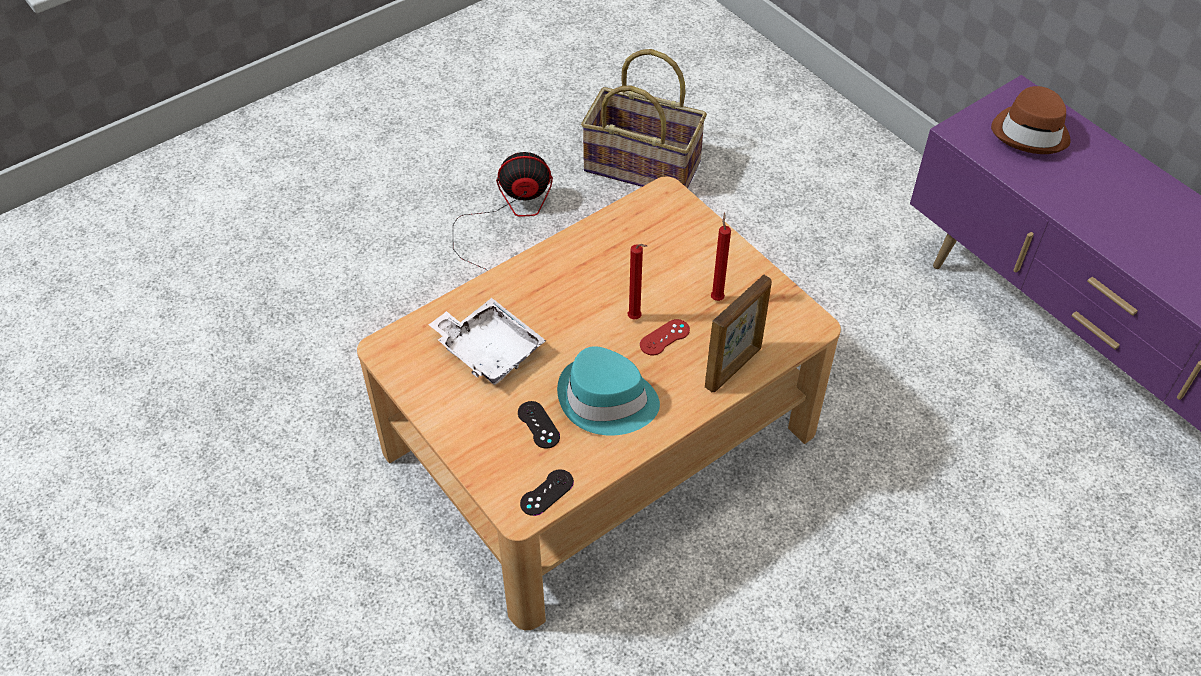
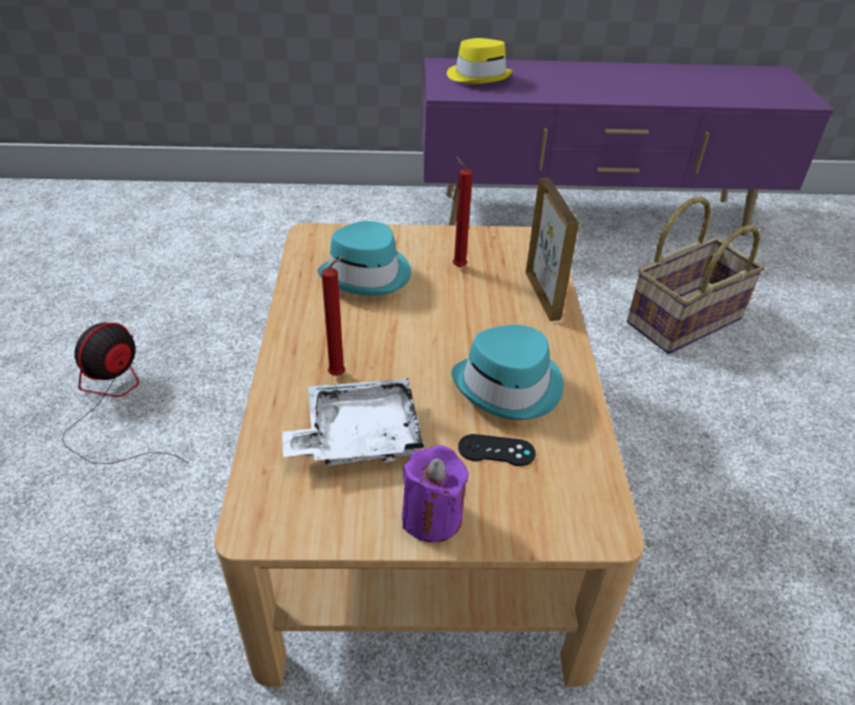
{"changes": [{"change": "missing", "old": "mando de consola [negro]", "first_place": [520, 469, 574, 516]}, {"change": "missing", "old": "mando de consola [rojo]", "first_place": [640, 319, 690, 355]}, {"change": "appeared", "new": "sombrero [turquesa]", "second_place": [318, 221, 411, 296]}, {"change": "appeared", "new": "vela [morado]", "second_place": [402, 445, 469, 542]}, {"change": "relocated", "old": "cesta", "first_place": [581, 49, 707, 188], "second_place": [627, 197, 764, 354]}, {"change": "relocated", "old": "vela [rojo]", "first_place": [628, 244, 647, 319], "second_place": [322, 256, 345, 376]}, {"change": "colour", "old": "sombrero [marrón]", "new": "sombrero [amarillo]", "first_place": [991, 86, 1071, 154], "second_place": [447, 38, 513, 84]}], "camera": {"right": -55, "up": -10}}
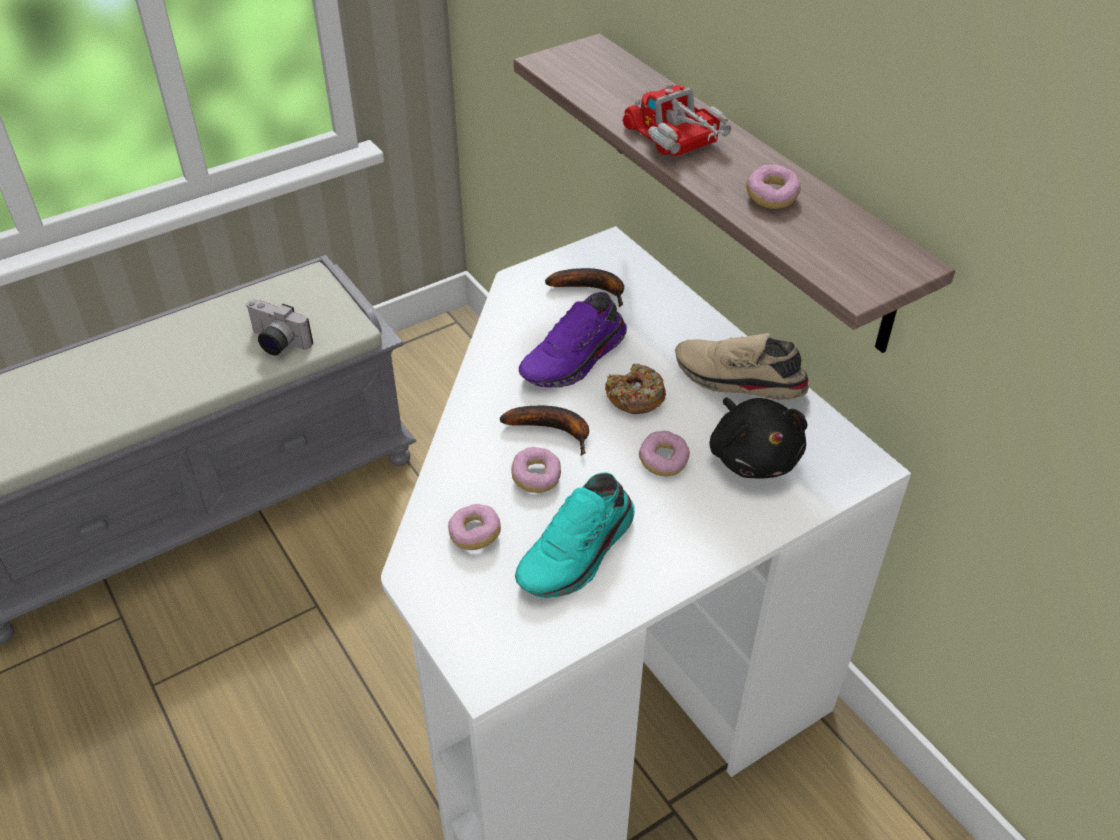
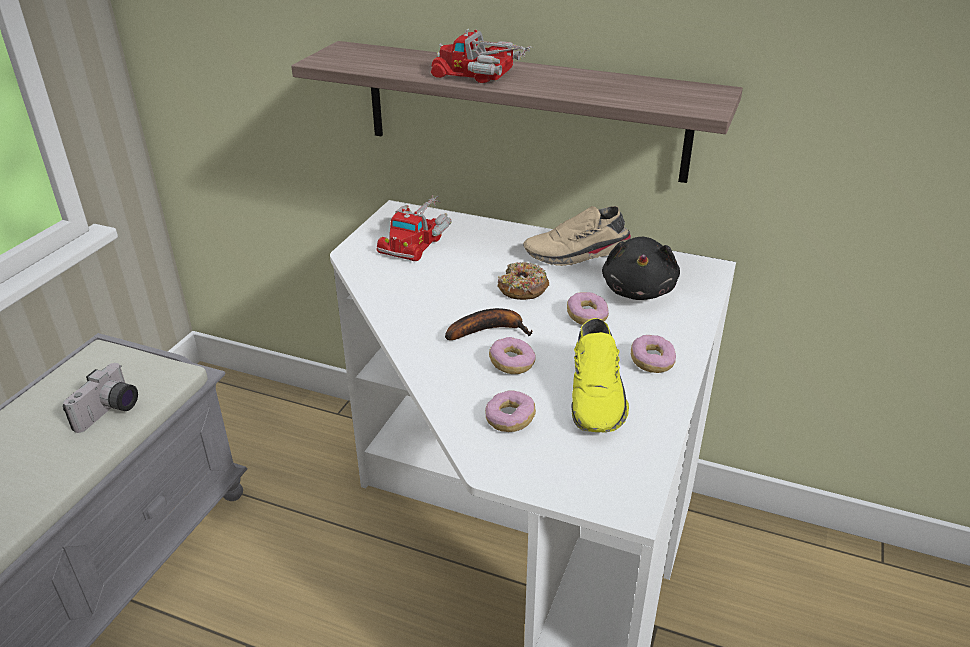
{"changes": [{"change": "missing", "old": "zapato [morado]", "first_place": [519, 292, 627, 388]}, {"change": "relocated", "old": "rosquilla", "first_place": [746, 165, 801, 209], "second_place": [631, 335, 676, 373]}, {"change": "exchanged", "old": "plátano", "new": "camión de juguete", "first_place": [545, 268, 624, 307], "second_place": [376, 195, 452, 261]}, {"change": "colour", "old": "zapato [turquesa]", "new": "zapato [amarillo]", "first_place": [515, 472, 635, 598], "second_place": [571, 318, 629, 432]}, {"change": "spun", "old": "cámara", "first_place": [246, 299, 313, 356], "second_place": [63, 363, 138, 433], "degrees": -60}, {"change": "spun", "old": "peluche [negro]", "first_place": [709, 398, 808, 479], "second_place": [602, 237, 680, 300], "degrees": 60}], "camera": {"right": -35, "up": -10}}
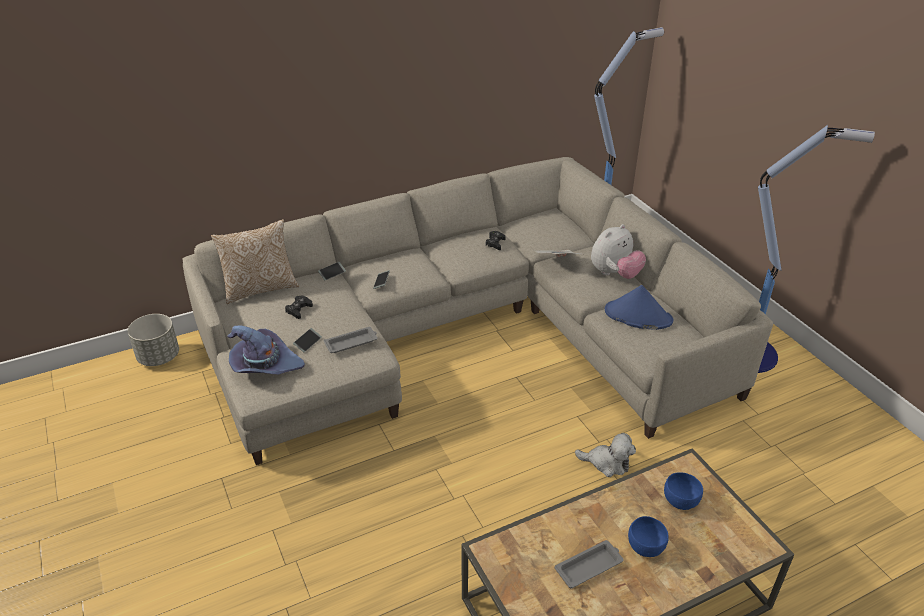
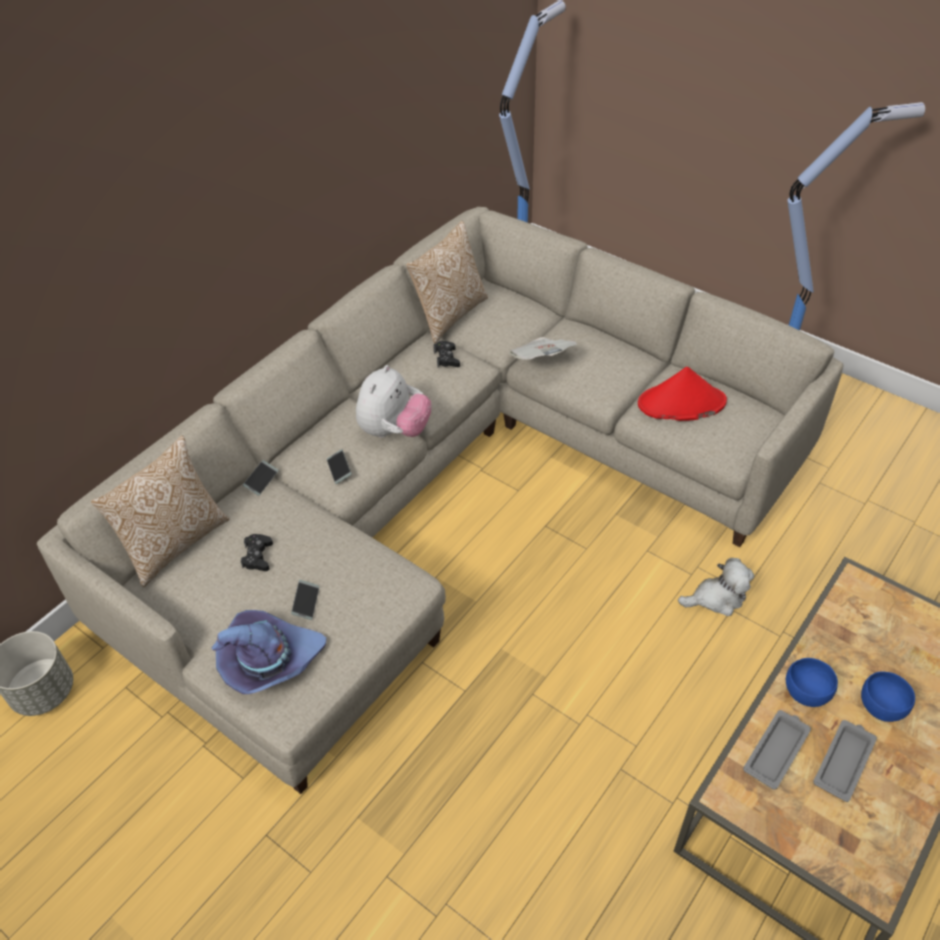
{"changes": [{"change": "appeared", "new": "cojín", "second_place": [406, 221, 488, 343]}, {"change": "relocated", "old": "bandeja [gris]", "first_place": [324, 327, 378, 353], "second_place": [743, 710, 811, 790]}, {"change": "relocated", "old": "peluche", "first_place": [591, 224, 646, 279], "second_place": [356, 365, 432, 438]}, {"change": "relocated", "old": "cuenco [azul]", "first_place": [664, 472, 703, 510], "second_place": [786, 658, 838, 707]}, {"change": "colour", "old": "sombrero [azul]", "new": "sombrero [rojo]", "first_place": [605, 285, 673, 330], "second_place": [638, 367, 727, 421]}], "camera": {"right": -25, "up": 10}}
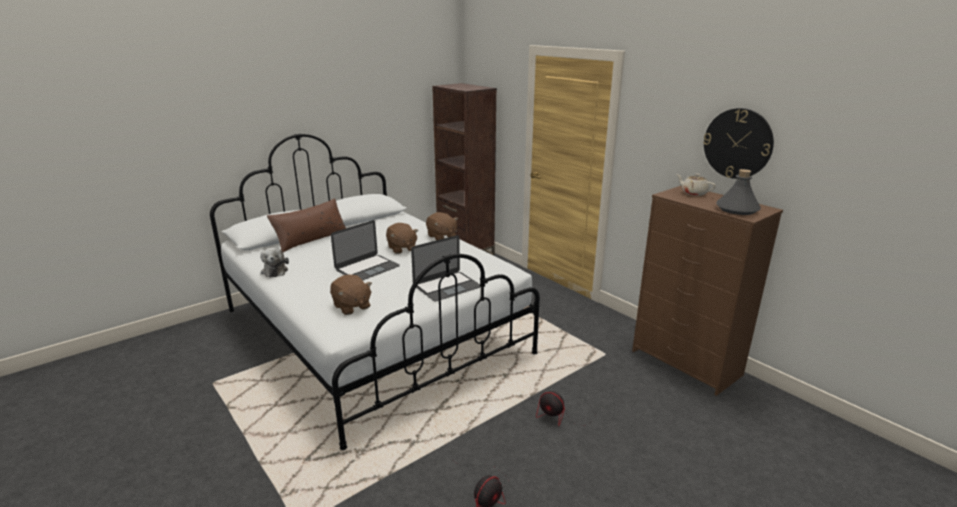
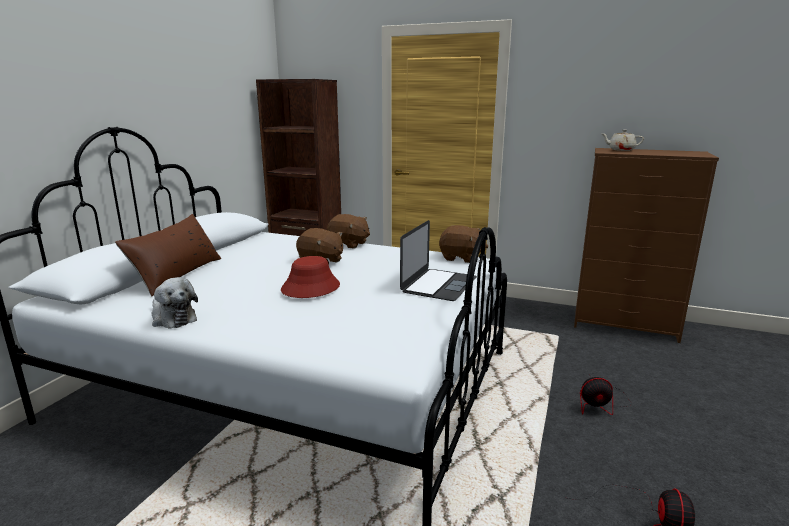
{"changes": [{"change": "missing", "old": "reloj de pared", "first_place": [703, 108, 774, 179]}, {"change": "missing", "old": "botella [gris]", "first_place": [716, 169, 761, 215]}, {"change": "relocated", "old": "peluche [marrón]", "first_place": [330, 275, 372, 315], "second_place": [439, 225, 489, 263]}, {"change": "exchanged", "old": "portátil", "new": "sombrero [rojo]", "first_place": [331, 220, 400, 280], "second_place": [281, 256, 340, 298]}], "camera": {"right": -30, "up": -5}}
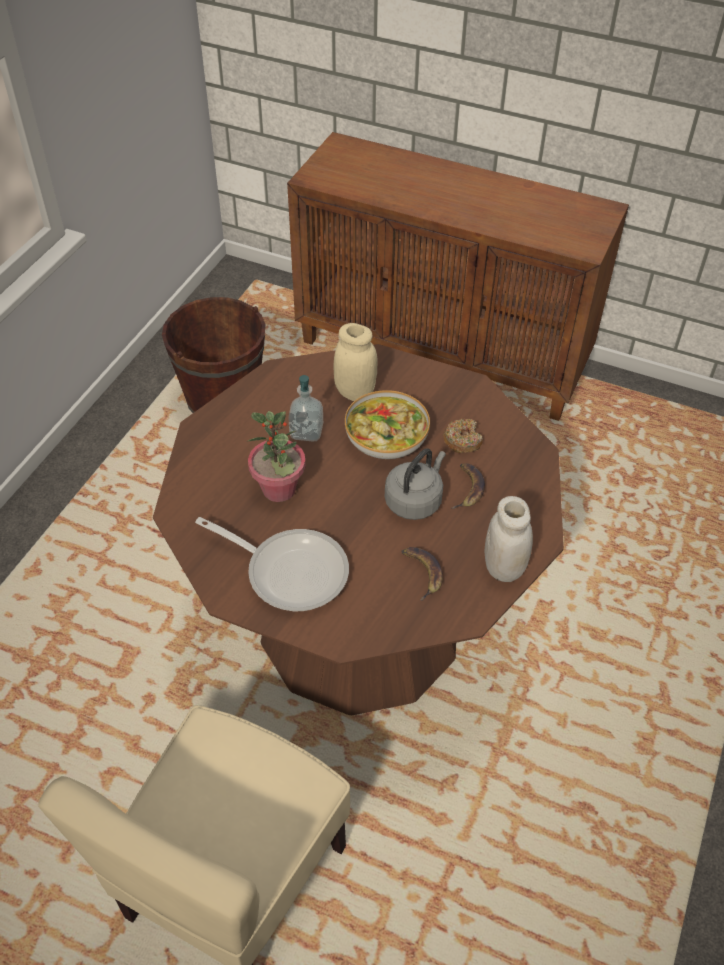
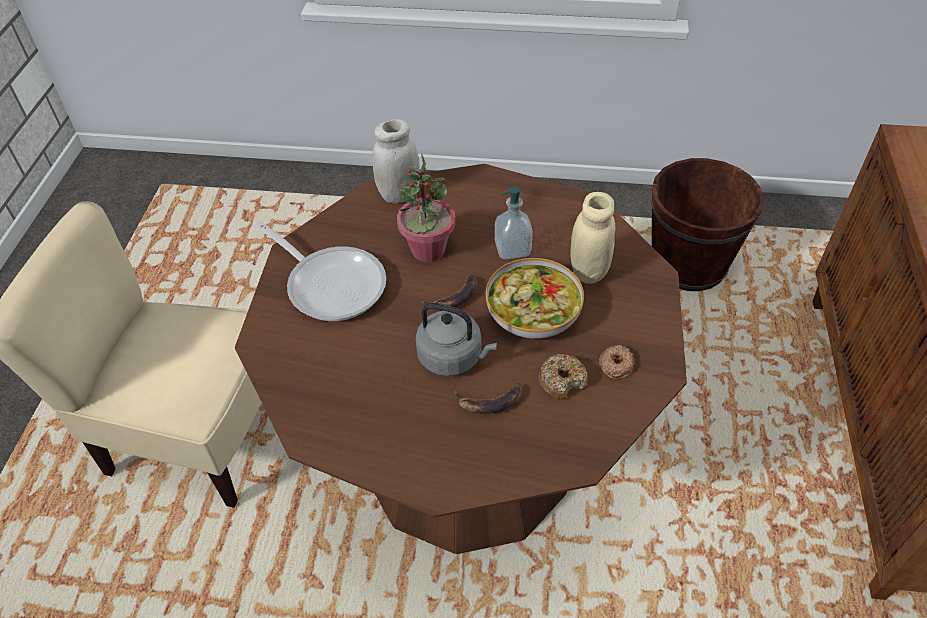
{"changes": [{"change": "appeared", "new": "rosquilla", "second_place": [599, 345, 635, 379]}, {"change": "relocated", "old": "plátano", "first_place": [401, 547, 443, 601], "second_place": [420, 273, 477, 310]}, {"change": "relocated", "old": "tarro [blanco]", "first_place": [484, 496, 533, 582], "second_place": [373, 119, 420, 203]}, {"change": "spun", "old": "sartén", "first_place": [195, 517, 349, 611], "second_place": [255, 222, 386, 321], "degrees": -60}], "camera": {"right": 75, "up": 0}}
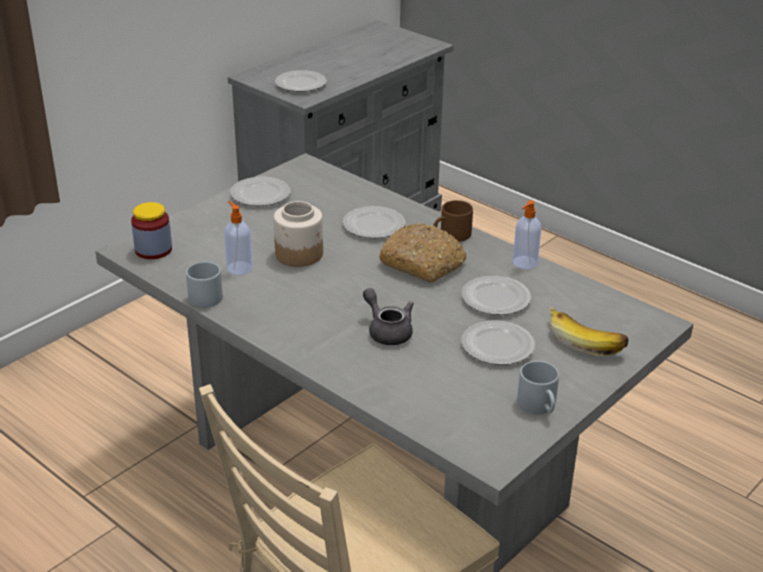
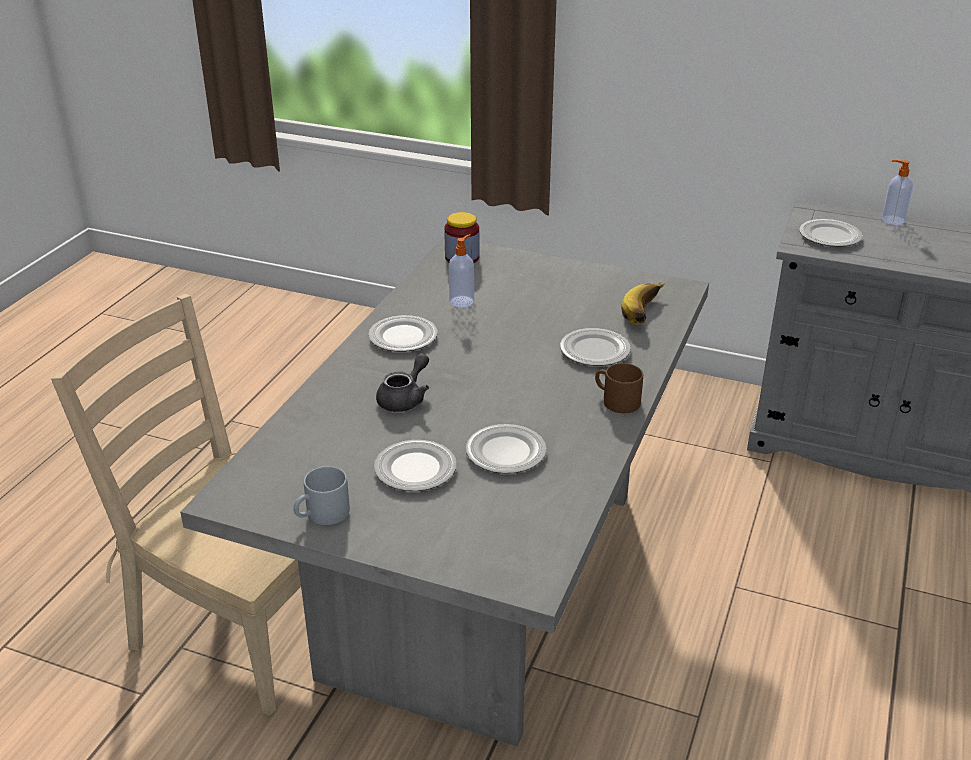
{"changes": [{"change": "missing", "old": "taza grande [gris]", "first_place": [186, 262, 223, 308]}, {"change": "missing", "old": "tarro", "first_place": [274, 201, 323, 267]}, {"change": "missing", "old": "pan", "first_place": [379, 223, 467, 283]}, {"change": "relocated", "old": "plato", "first_place": [230, 177, 290, 206], "second_place": [368, 315, 438, 352]}, {"change": "relocated", "old": "dispensador de jabón", "first_place": [513, 200, 541, 269], "second_place": [882, 160, 913, 225]}, {"change": "relocated", "old": "plátano", "first_place": [549, 306, 628, 356], "second_place": [621, 282, 665, 325]}], "camera": {"right": 70, "up": 0}}
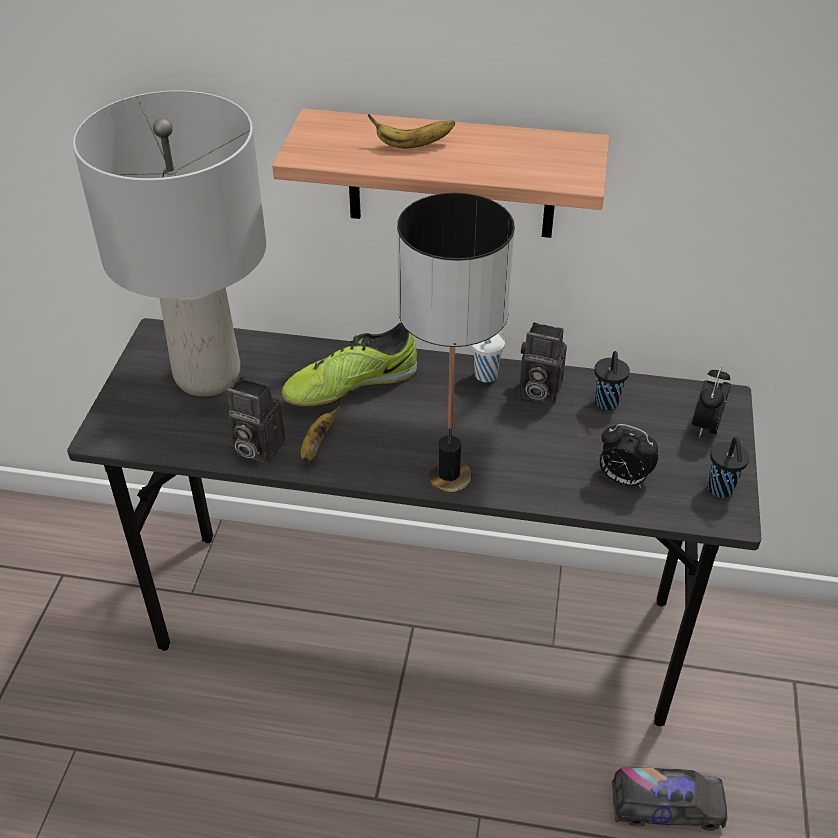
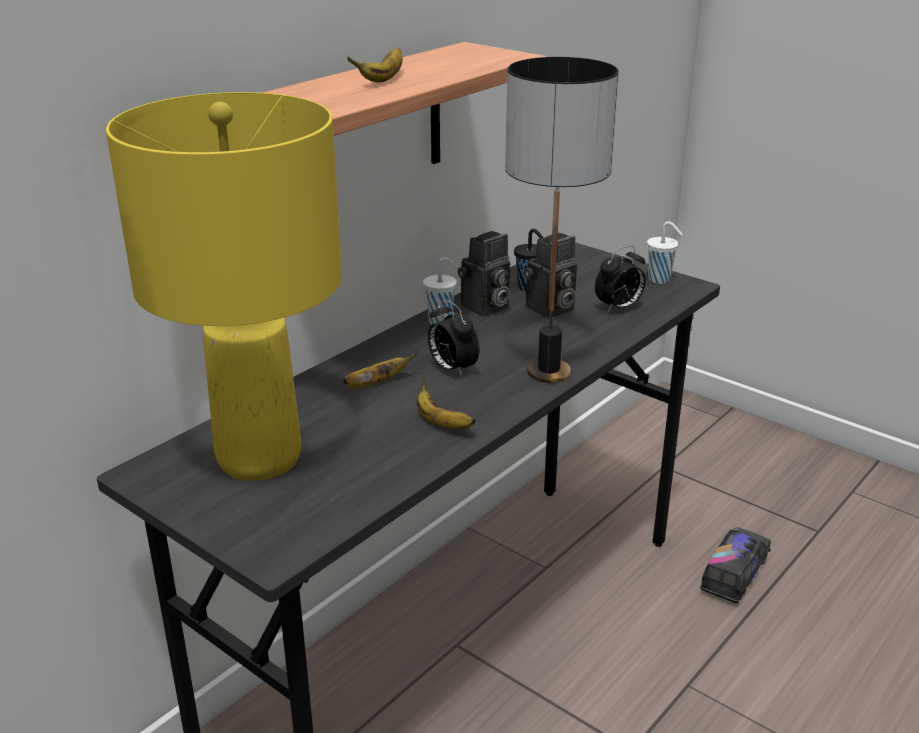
{"changes": [{"change": "relocated", "old": "cámara", "first_place": [227, 378, 285, 464], "second_place": [524, 233, 577, 318]}, {"change": "relocated", "old": "despertador", "first_place": [692, 367, 731, 438], "second_place": [428, 300, 480, 377]}, {"change": "exchanged", "old": "zapato", "new": "plátano", "first_place": [282, 322, 417, 408], "second_place": [343, 352, 417, 388]}, {"change": "colour", "old": "lámpara de mesa [gris]", "new": "lámpara de mesa [amarillo]", "first_place": [73, 91, 266, 397], "second_place": [106, 92, 342, 481]}, {"change": "colour", "old": "taza [negro]", "new": "taza [blanco]", "first_place": [708, 437, 749, 497], "second_place": [647, 221, 683, 284]}], "camera": {"right": -60, "up": -15}}
